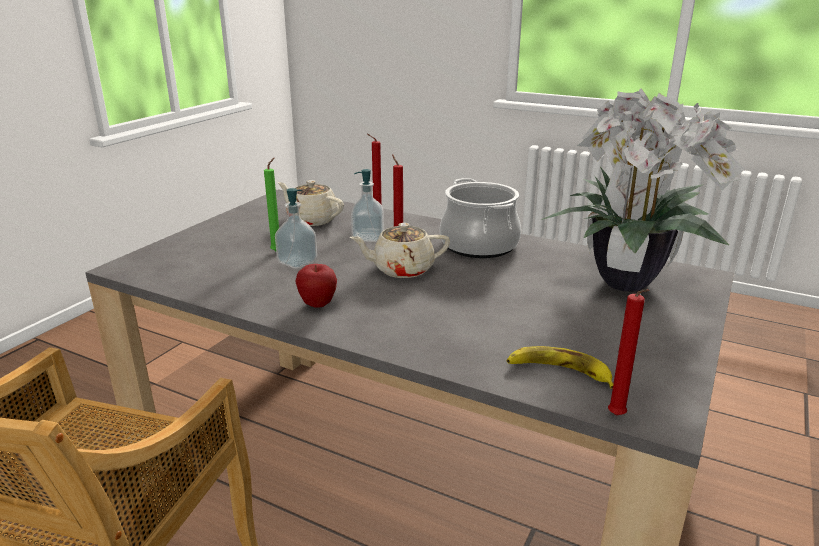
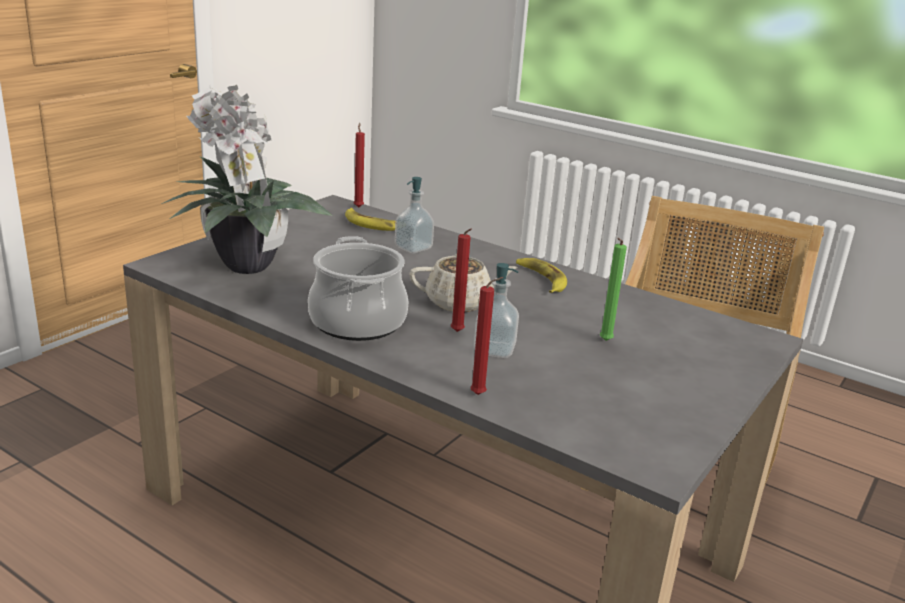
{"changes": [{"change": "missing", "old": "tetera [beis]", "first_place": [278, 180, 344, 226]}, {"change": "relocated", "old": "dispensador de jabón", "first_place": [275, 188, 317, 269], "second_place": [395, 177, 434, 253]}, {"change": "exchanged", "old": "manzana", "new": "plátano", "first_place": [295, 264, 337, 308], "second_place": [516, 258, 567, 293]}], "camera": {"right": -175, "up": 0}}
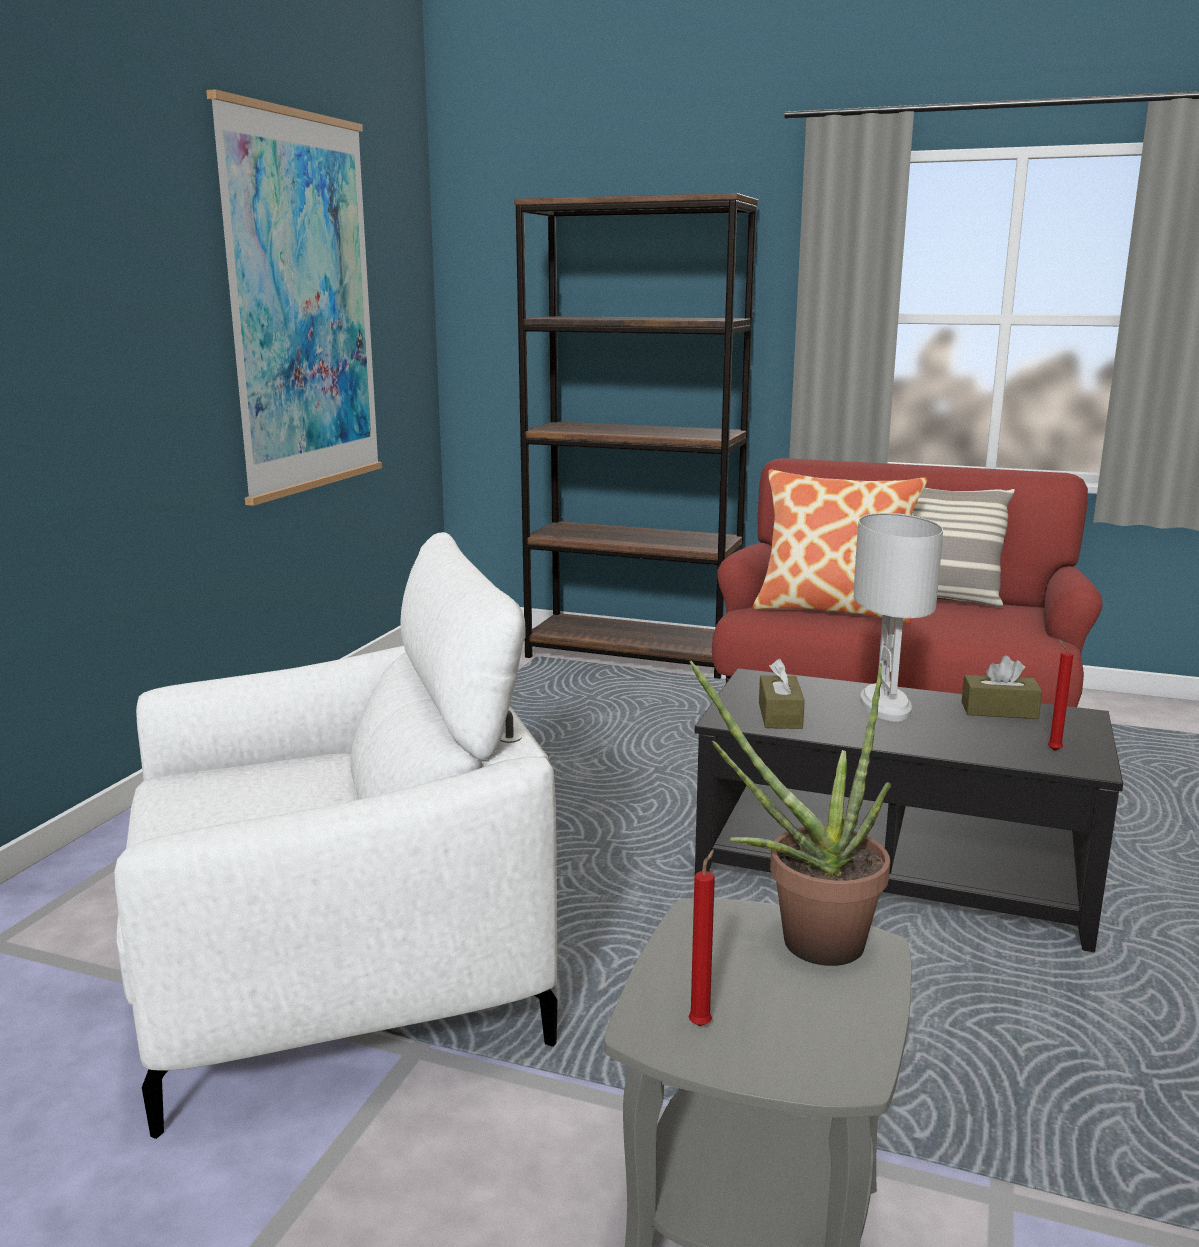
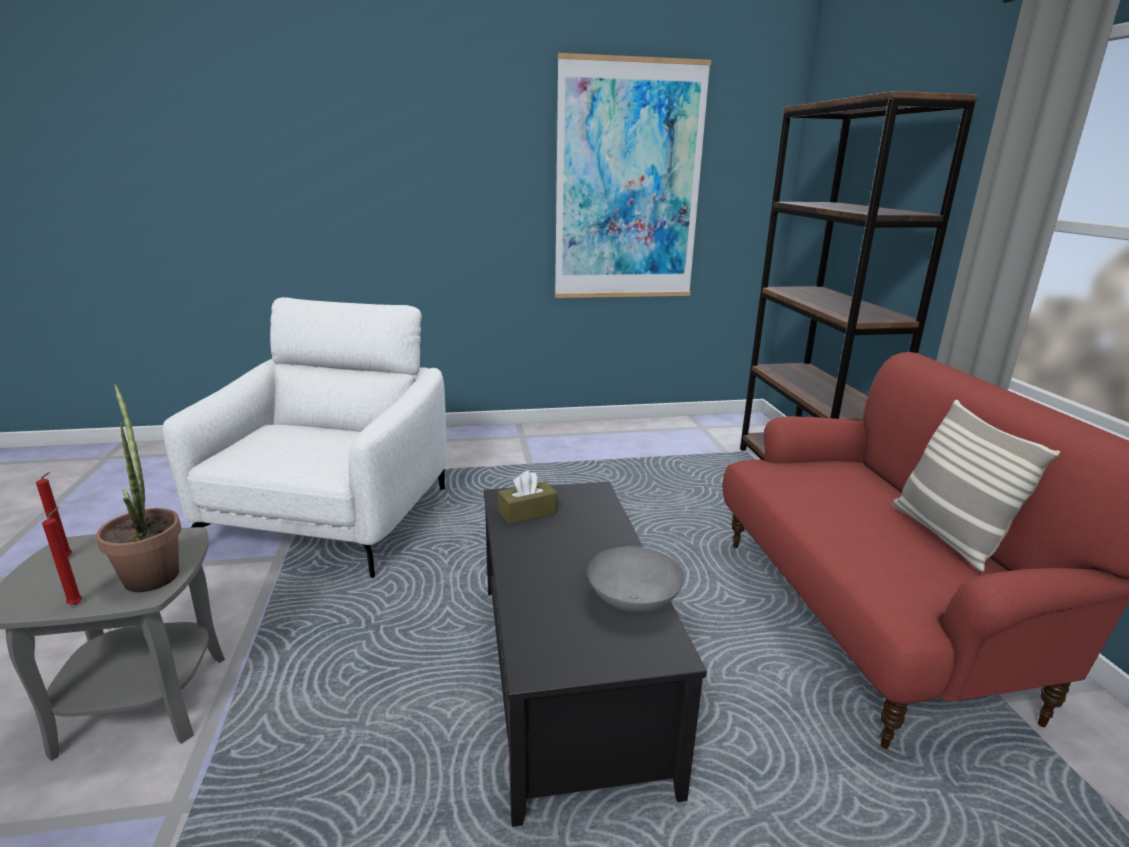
{"changes": [{"change": "missing", "old": "cojín", "first_place": [752, 469, 927, 624]}, {"change": "missing", "old": "lámpara de mesa [blanco]", "first_place": [854, 513, 943, 722]}, {"change": "relocated", "old": "vela [rojo]", "first_place": [1048, 639, 1073, 751], "second_place": [42, 506, 82, 605]}, {"change": "exchanged", "old": "caja de pañuelos [marrón]", "new": "cuenco [gris]", "first_place": [962, 656, 1042, 719], "second_place": [587, 546, 684, 613]}, {"change": "spun", "old": "sillón [blanco]", "first_place": [114, 532, 558, 1139], "second_place": [162, 297, 447, 578], "degrees": -120}], "camera": {"right": 60, "up": 5}}
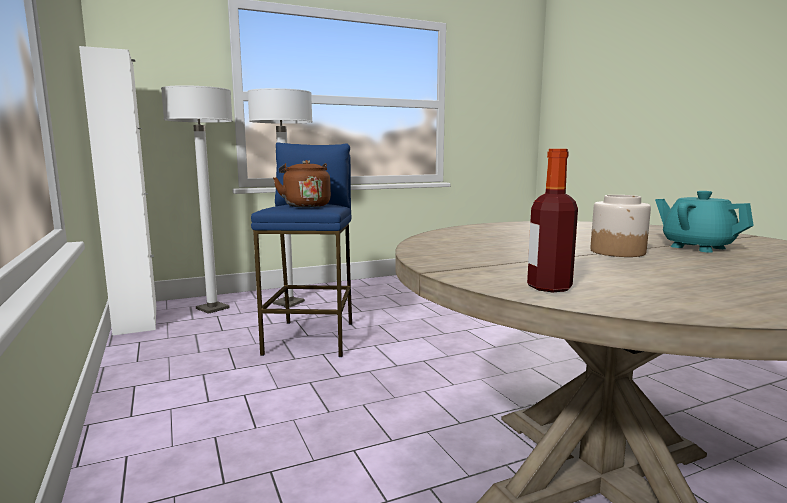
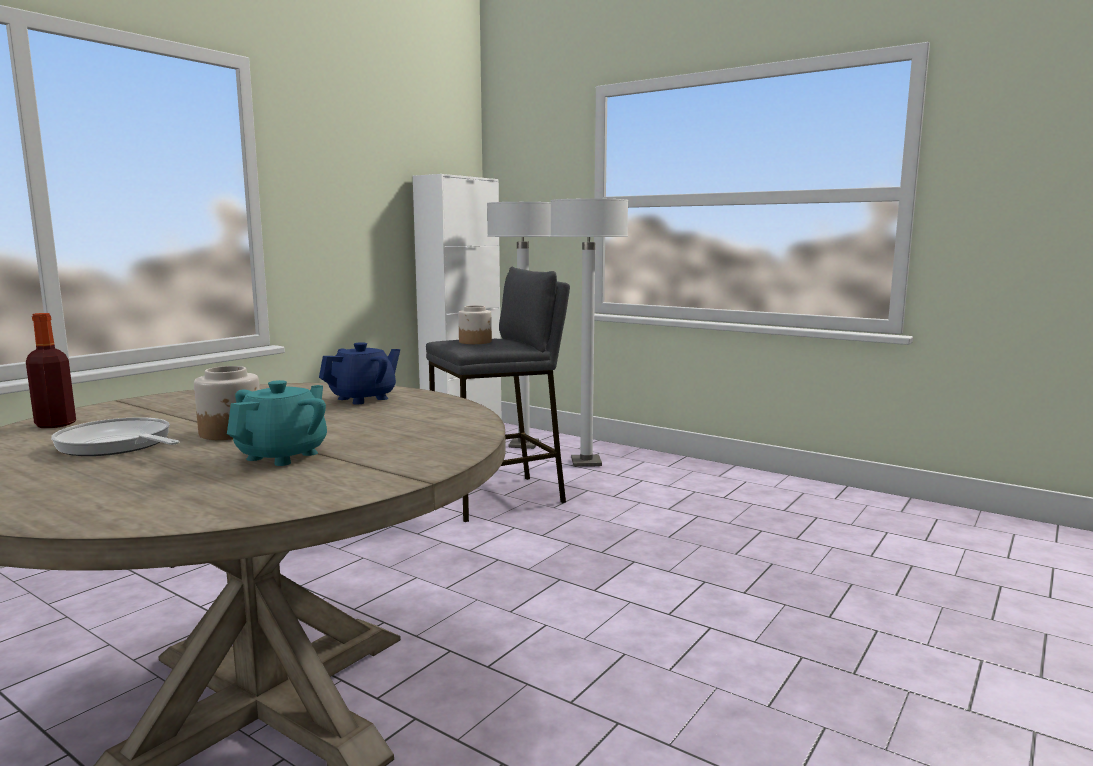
{"changes": [{"change": "appeared", "new": "sartén", "second_place": [51, 417, 180, 456]}, {"change": "appeared", "new": "tetera [azul]", "second_place": [319, 342, 400, 405]}, {"change": "exchanged", "old": "hervidor [marrón]", "new": "tarro", "first_place": [273, 160, 331, 207], "second_place": [458, 306, 492, 344]}, {"change": "colour", "old": "taburete [azul]", "new": "taburete [gris]", "first_place": [251, 142, 352, 357], "second_place": [426, 266, 570, 522]}], "camera": {"right": 60, "up": 0}}
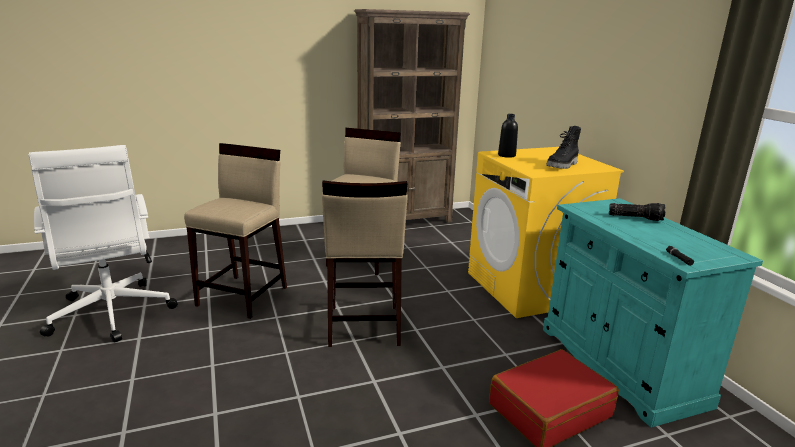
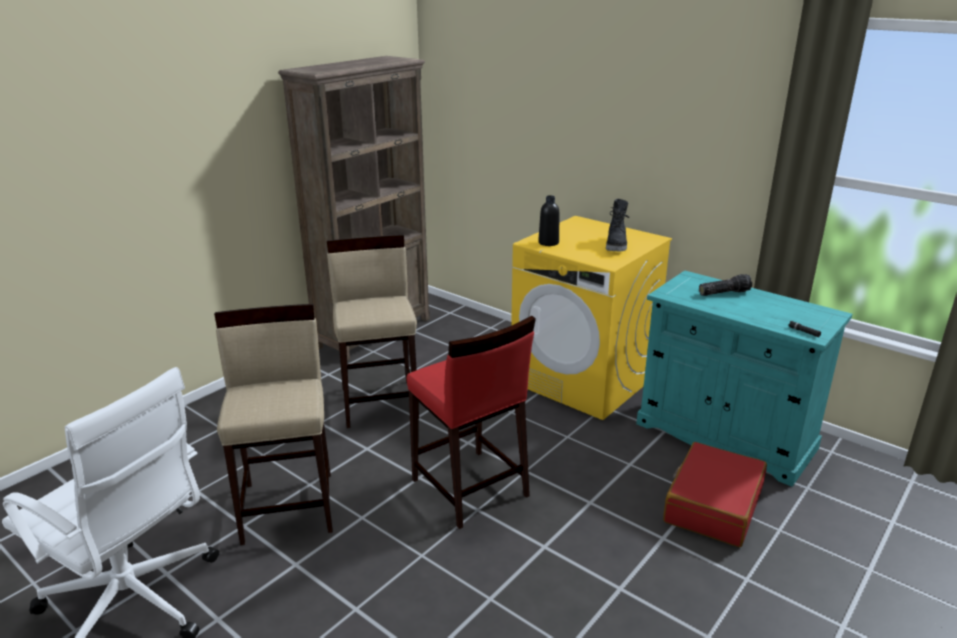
{"changes": [{"change": "colour", "old": "taburete [beis]", "new": "taburete [rojo]", "first_place": [322, 181, 408, 347], "second_place": [407, 316, 536, 529]}], "camera": {"right": -30, "up": 5}}
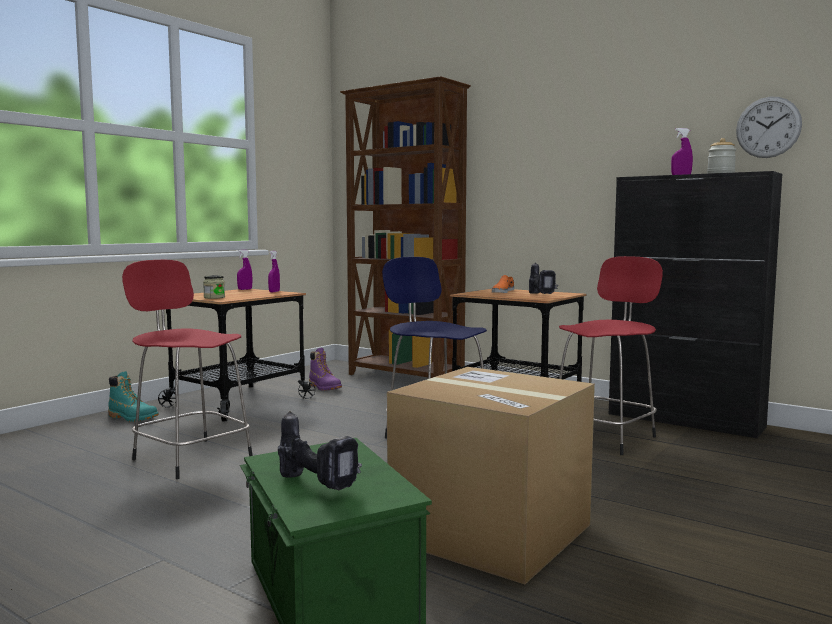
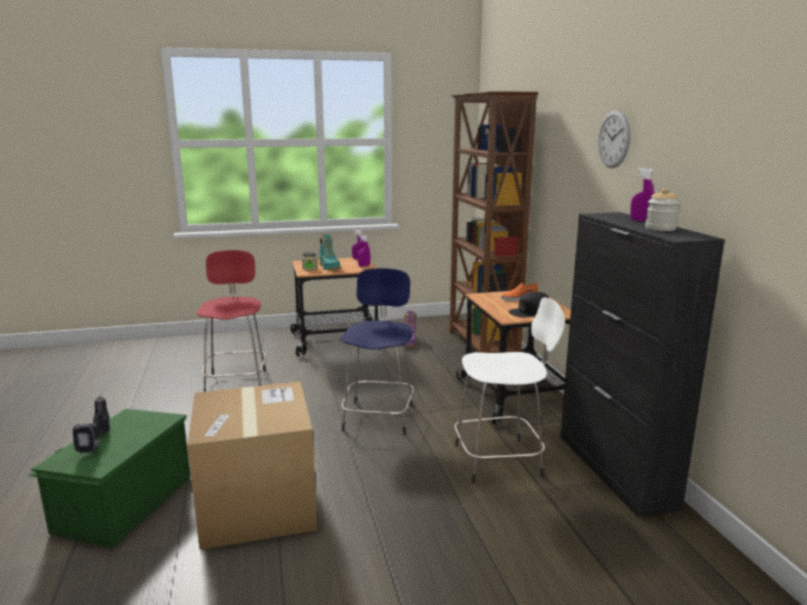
{"changes": [{"change": "relocated", "old": "bota [turquesa]", "first_place": [108, 371, 159, 422], "second_place": [320, 234, 341, 270]}, {"change": "relocated", "old": "reloj de pared", "first_place": [736, 97, 802, 158], "second_place": [598, 110, 631, 168]}, {"change": "exchanged", "old": "taladro", "new": "gorra [negro]", "first_place": [529, 262, 558, 294], "second_place": [509, 292, 550, 318]}, {"change": "colour", "old": "taburete [rojo]", "new": "taburete [blanco]", "first_place": [559, 256, 663, 455], "second_place": [454, 297, 565, 483]}], "camera": {"right": 40, "up": 10}}
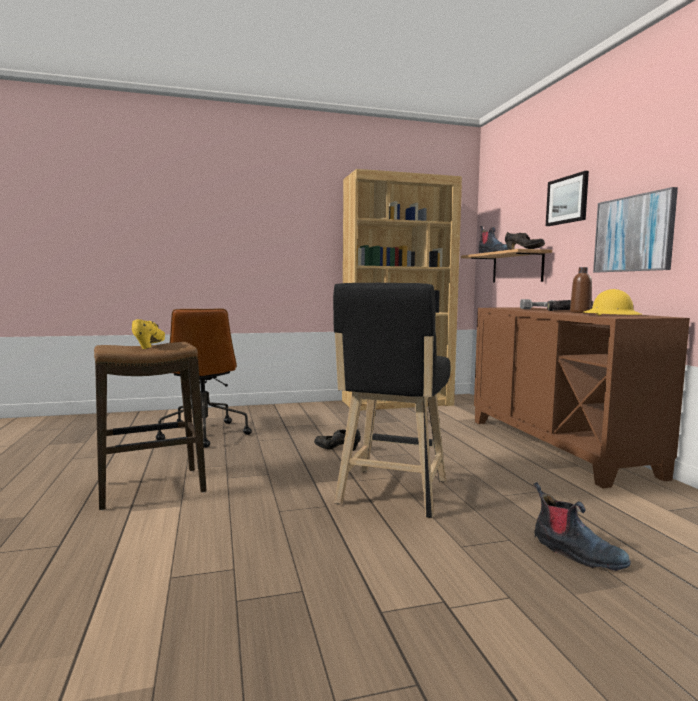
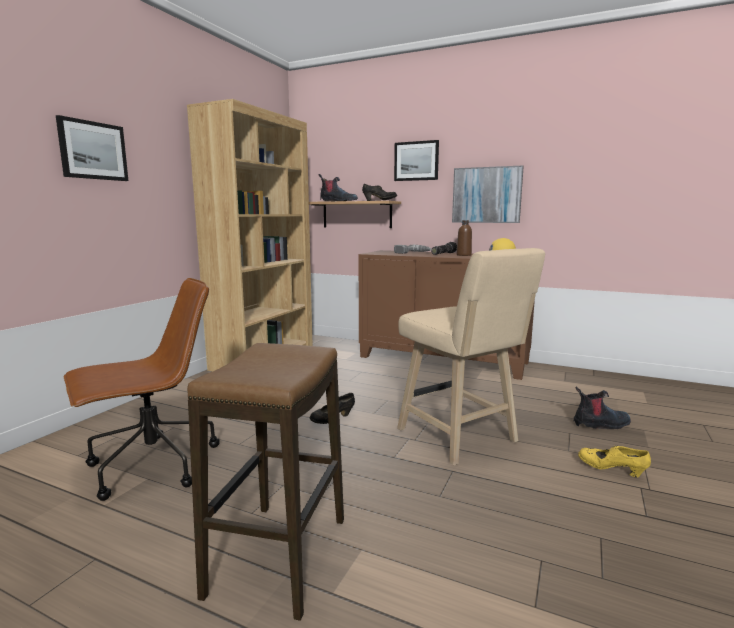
{"changes": [{"change": "appeared", "new": "cuadro", "second_place": [56, 115, 129, 181]}, {"change": "relocated", "old": "zapato [amarillo]", "first_place": [132, 319, 165, 349], "second_place": [578, 446, 651, 478]}, {"change": "colour", "old": "taburete [negro]", "new": "taburete [beis]", "first_place": [333, 283, 450, 518], "second_place": [397, 248, 545, 465]}, {"change": "spun", "old": "silla de oficina [marrón]", "first_place": [156, 308, 252, 448], "second_place": [64, 278, 220, 501], "degrees": -60}], "camera": {"right": -50, "up": 5}}
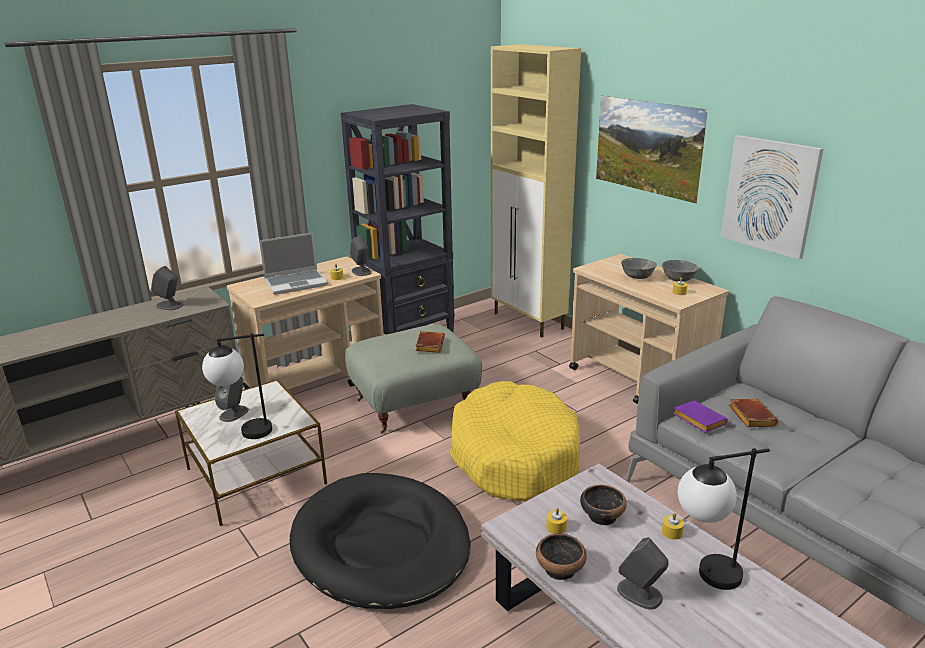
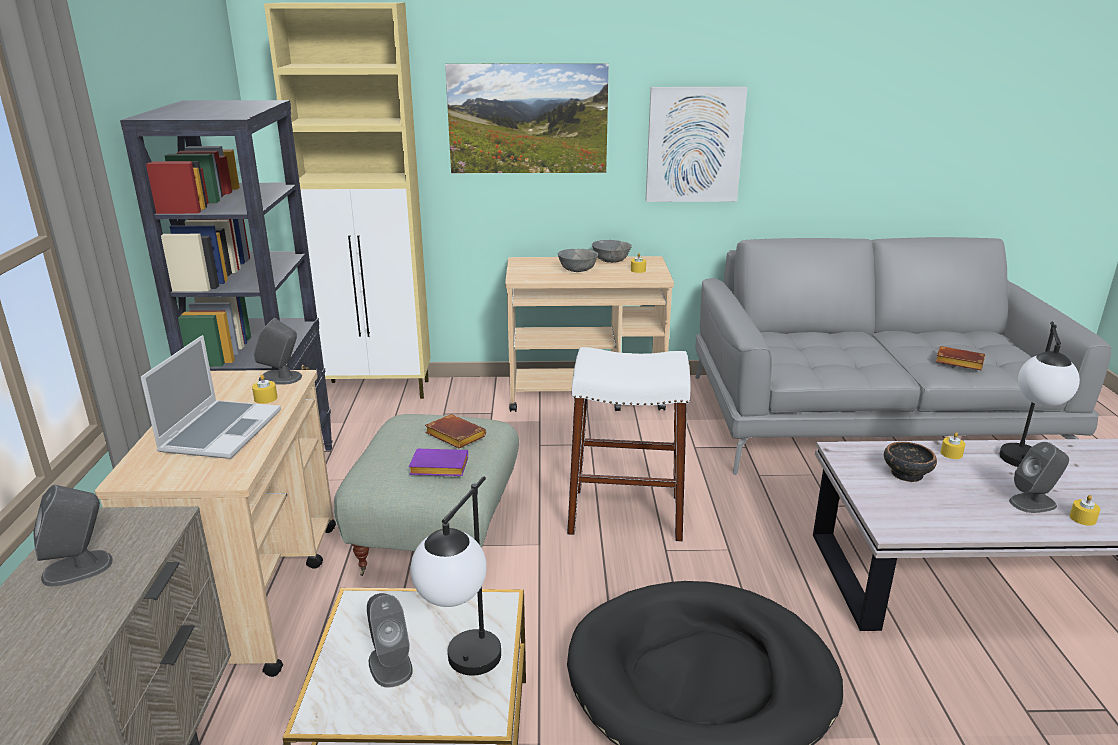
{"changes": [{"change": "missing", "old": "cuenco", "first_place": [536, 534, 587, 580]}, {"change": "relocated", "old": "vela [amarillo]", "first_place": [546, 508, 567, 534], "second_place": [1070, 495, 1100, 526]}, {"change": "relocated", "old": "libro [morado]", "first_place": [673, 400, 728, 433], "second_place": [409, 448, 468, 476]}, {"change": "relocated", "old": "libro [marrón]", "first_place": [729, 399, 779, 427], "second_place": [936, 346, 985, 371]}, {"change": "exchanged", "old": "cama para perro [amarillo]", "new": "taburete [blanco]", "first_place": [450, 381, 580, 502], "second_place": [567, 347, 690, 542]}], "camera": {"right": -55, "up": 0}}
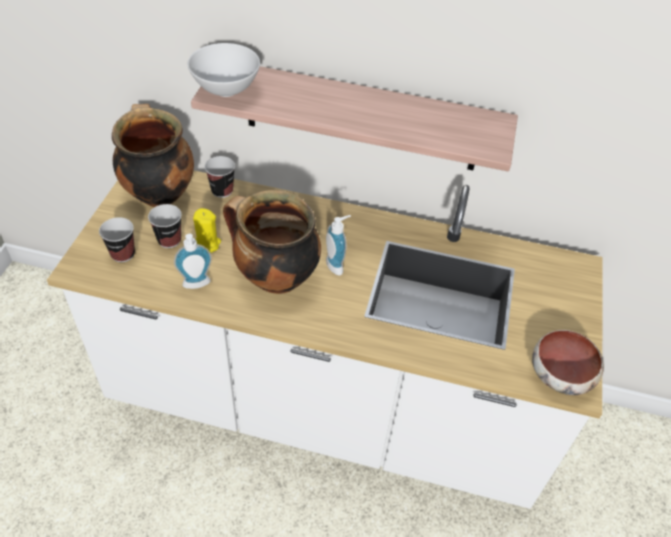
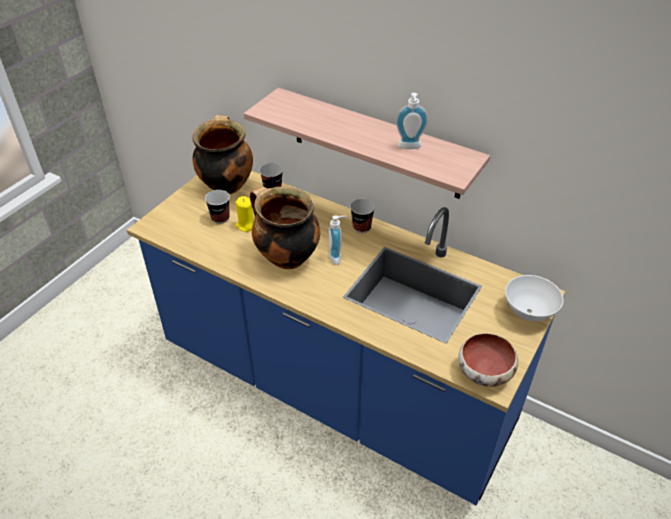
{"changes": [{"change": "relocated", "old": "taza", "first_place": [99, 217, 135, 262], "second_place": [350, 199, 375, 233]}, {"change": "relocated", "old": "dispensador de jabón", "first_place": [174, 234, 212, 289], "second_place": [396, 93, 428, 149]}, {"change": "relocated", "old": "cuenco [blanco]", "first_place": [188, 43, 260, 97], "second_place": [505, 275, 564, 321]}, {"change": "colour", "old": "mueble bajo de cocina [blanco]", "new": "mueble bajo de cocina [azul]", "first_place": [47, 170, 603, 509], "second_place": [127, 171, 566, 505]}], "camera": {"right": 20, "up": -5}}
